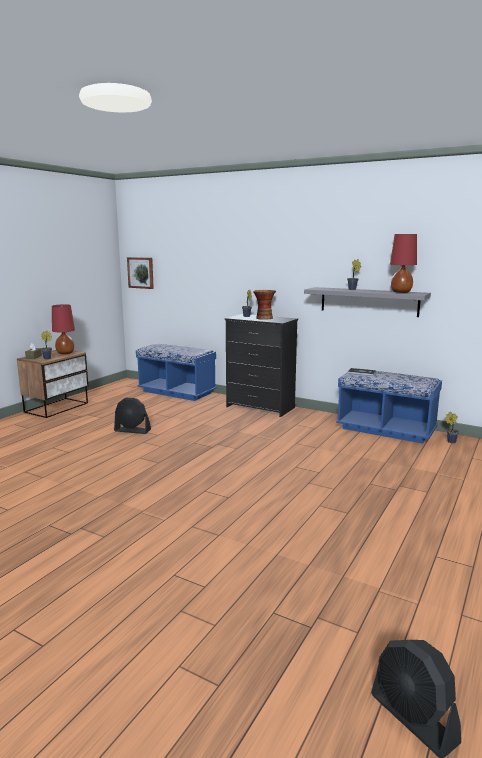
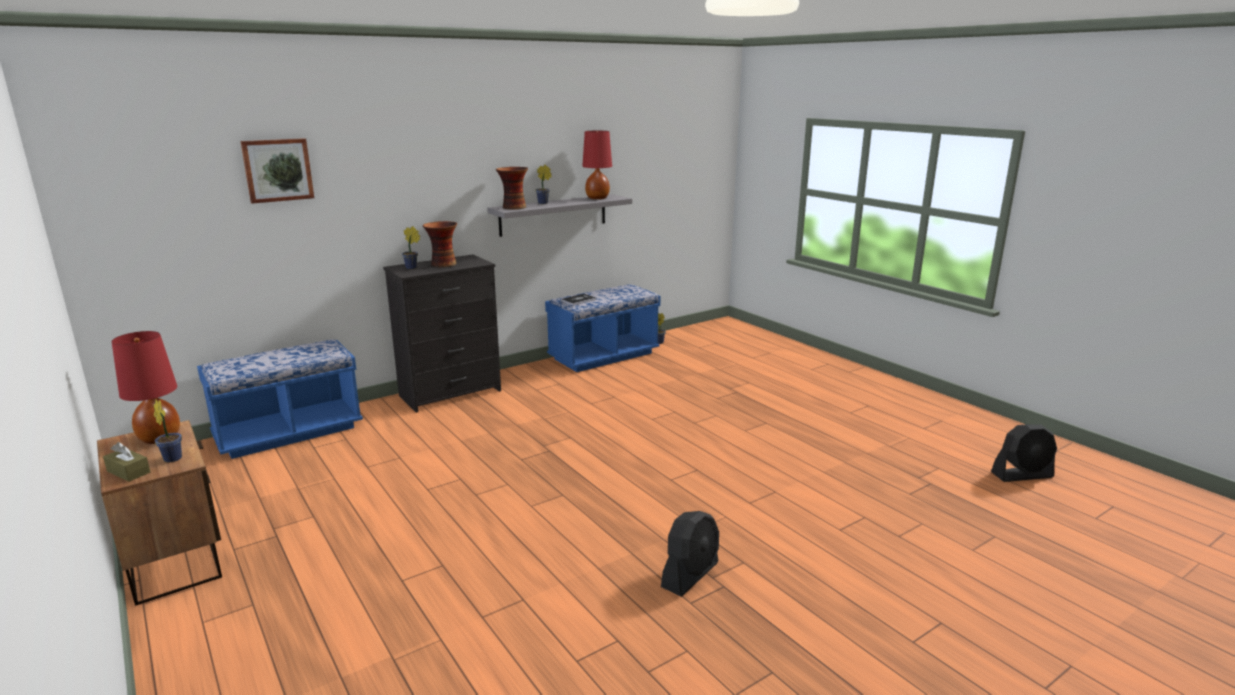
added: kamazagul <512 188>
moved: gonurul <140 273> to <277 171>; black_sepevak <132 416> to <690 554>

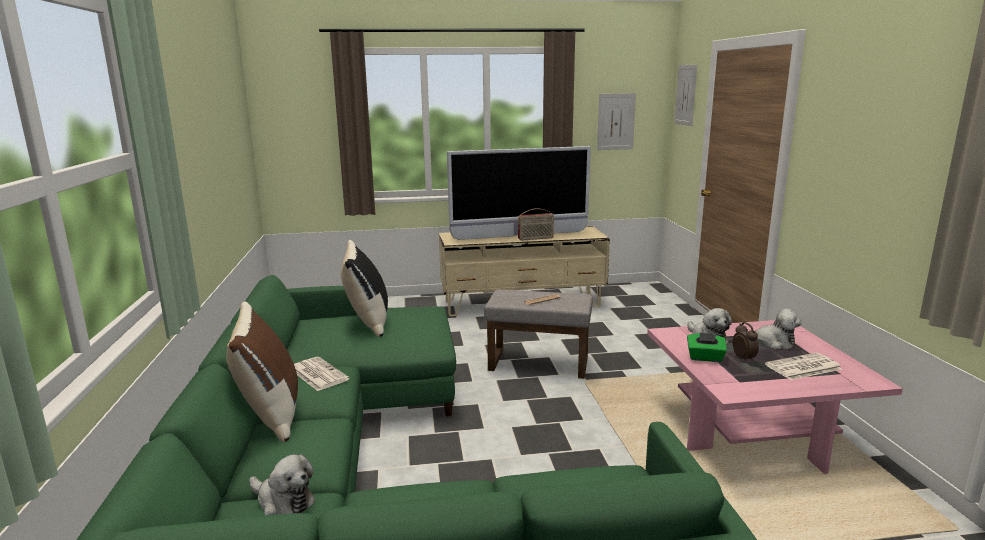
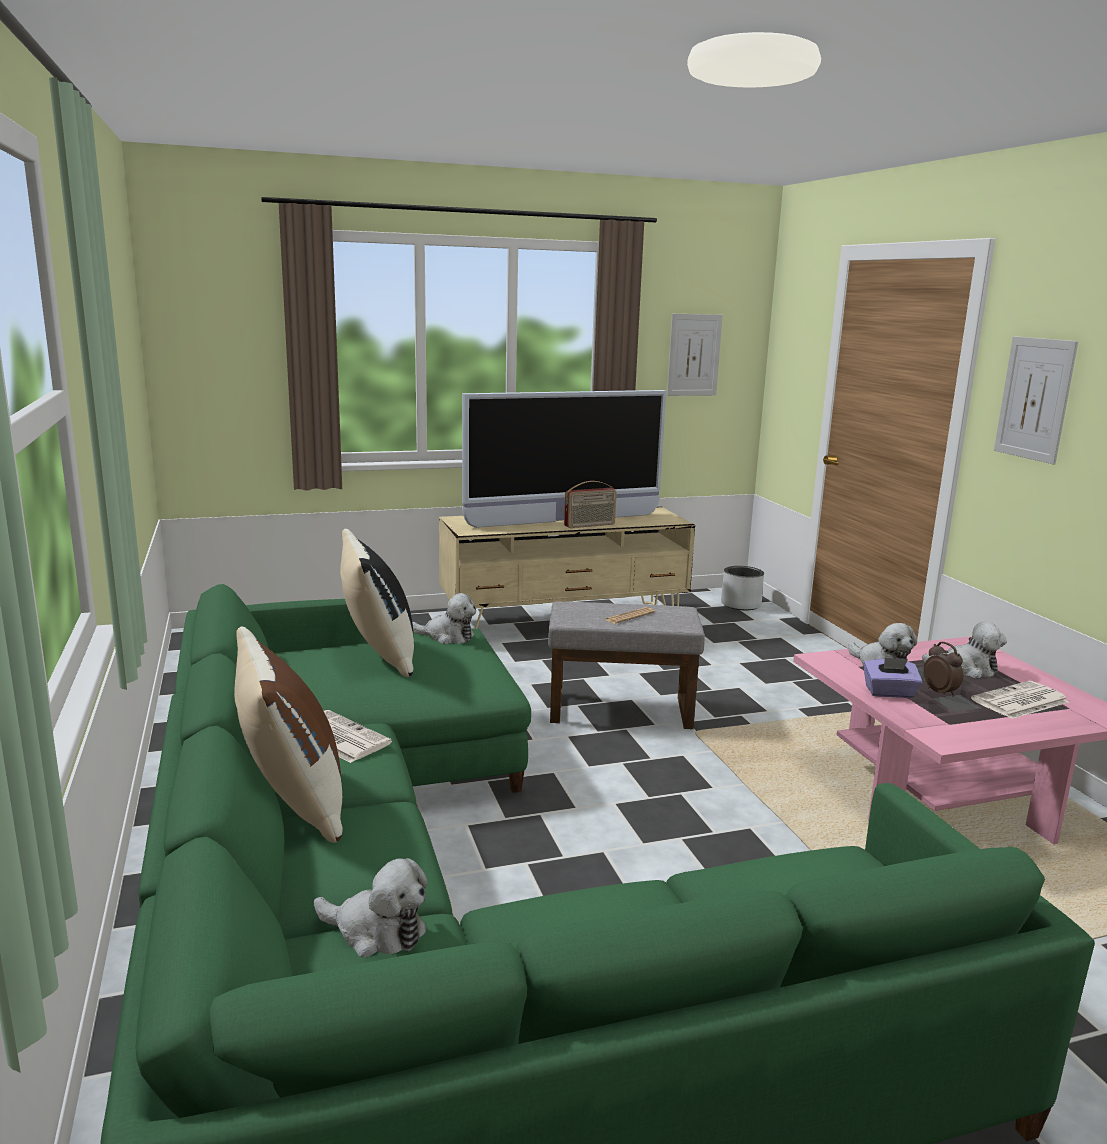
added: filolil <444 618>; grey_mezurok <742 588>
moved: gonurul <685 95> to <1036 400>
recoloured: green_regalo <707 347> to purple_regalo <892 677>

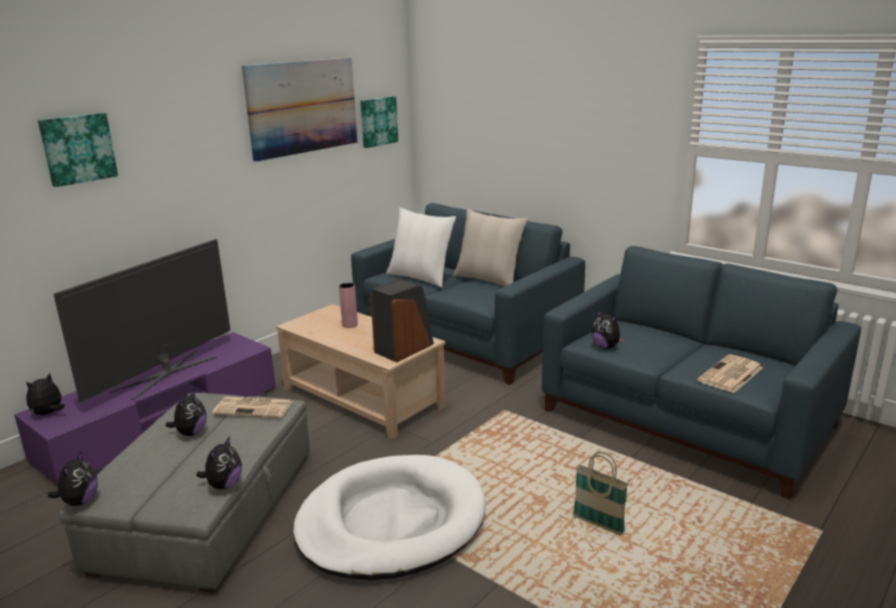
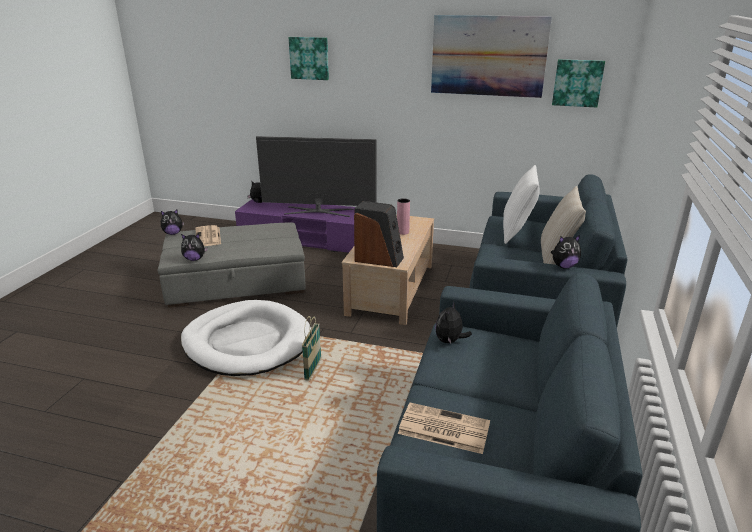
moved: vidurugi <252 407> to <208 235>; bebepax <601 494> to <311 348>; filolil <186 412> to <566 252>

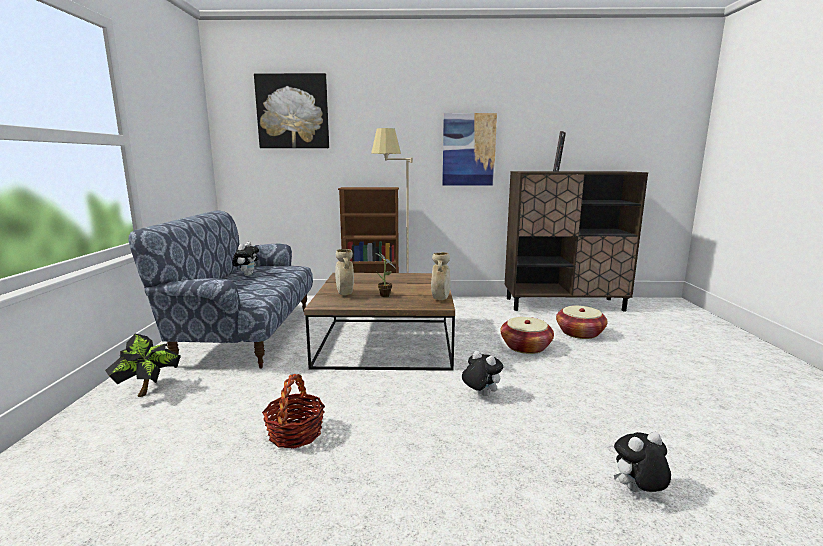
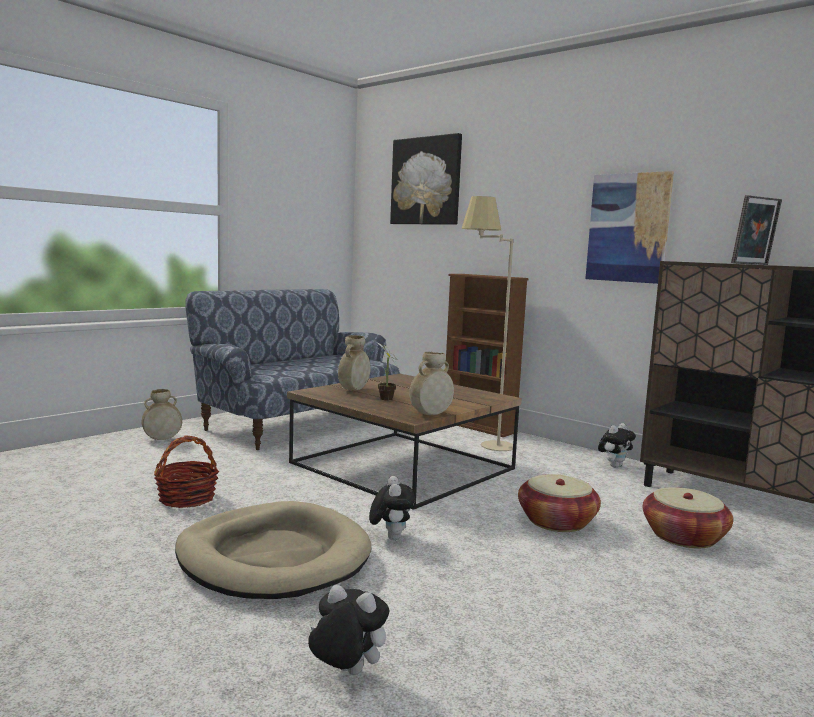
added: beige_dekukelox <273 550>
moved: filolil <245 259> to <617 445>
replaced: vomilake <143 365> to beige_kamazagul <161 414>

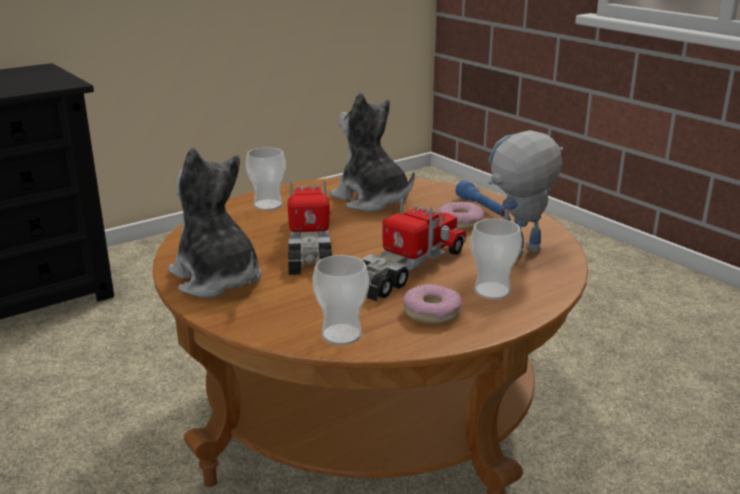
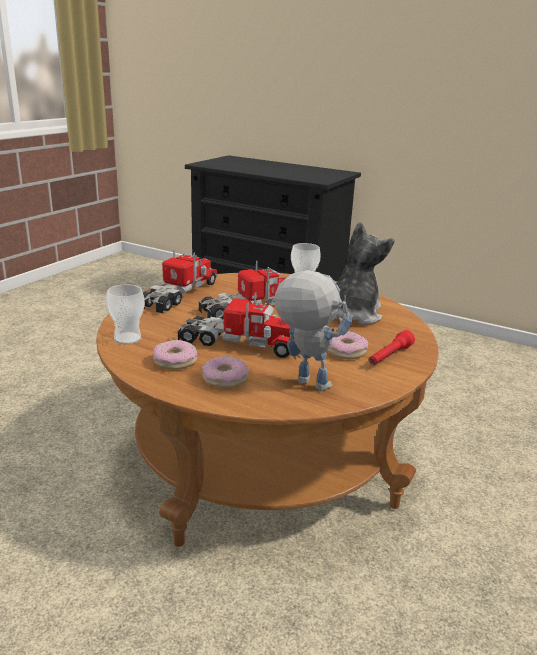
replaced: filolil <214 223> to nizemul <180 280>; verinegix <496 259> to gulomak <225 372>
recoloured: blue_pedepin <480 198> to red_pedepin <392 347>

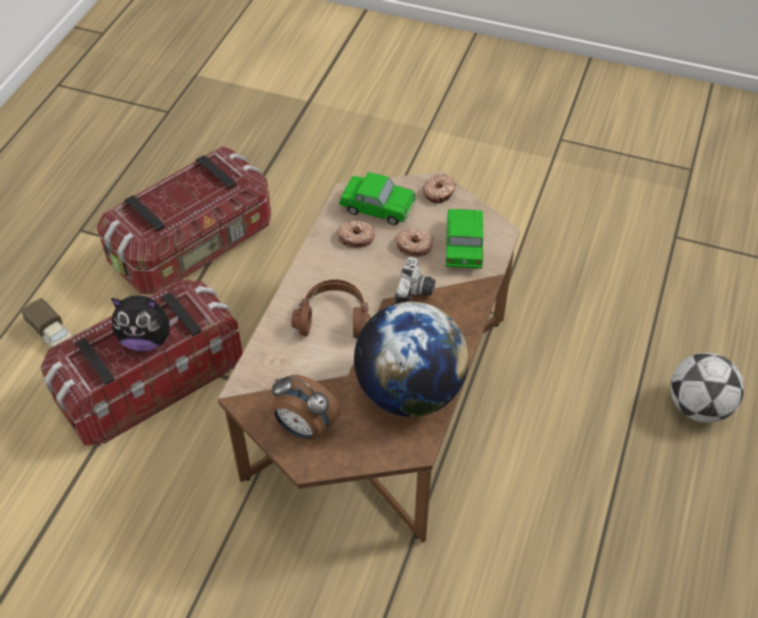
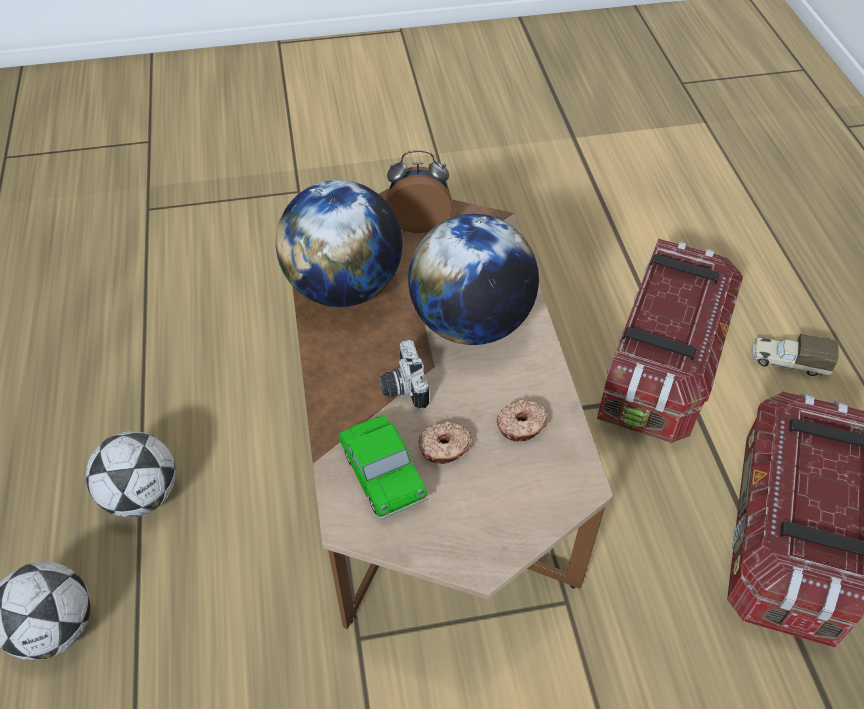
removed: filolil <144 324>; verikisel <377 198>; gulomak <439 188>
added: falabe <131 474>
replaced: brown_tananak <331 308> to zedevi <473 279>

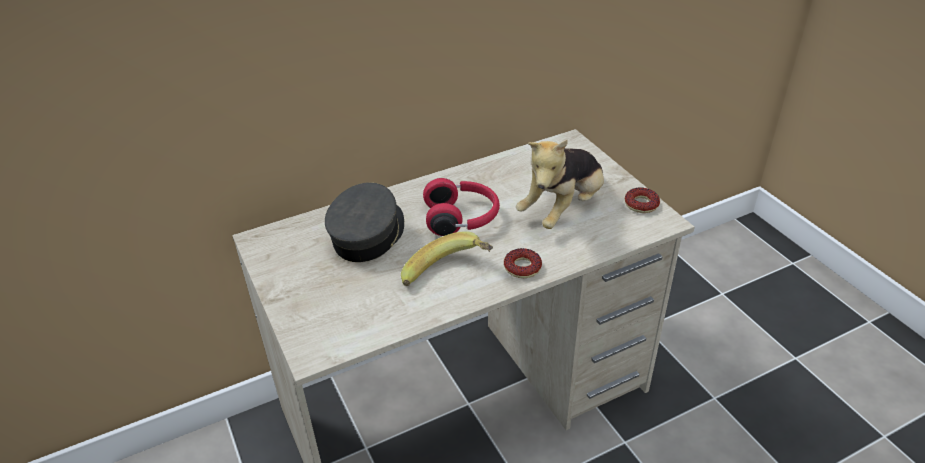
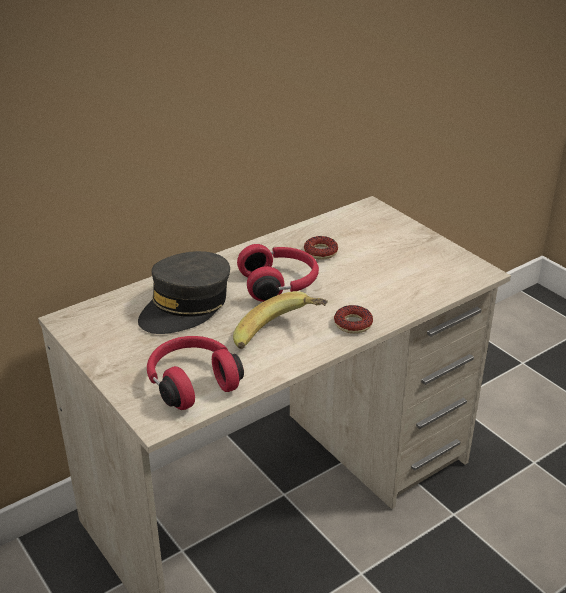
removed: filolil <560 184>
added: red_tananak <195 373>
moved: gulomak <642 200> to <321 248>
turned: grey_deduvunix <364 222> = <184 292> 150 degrees counterclockwise

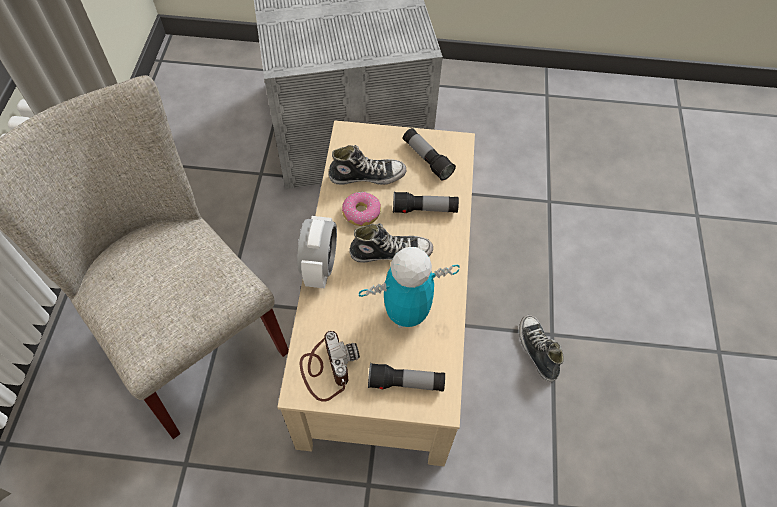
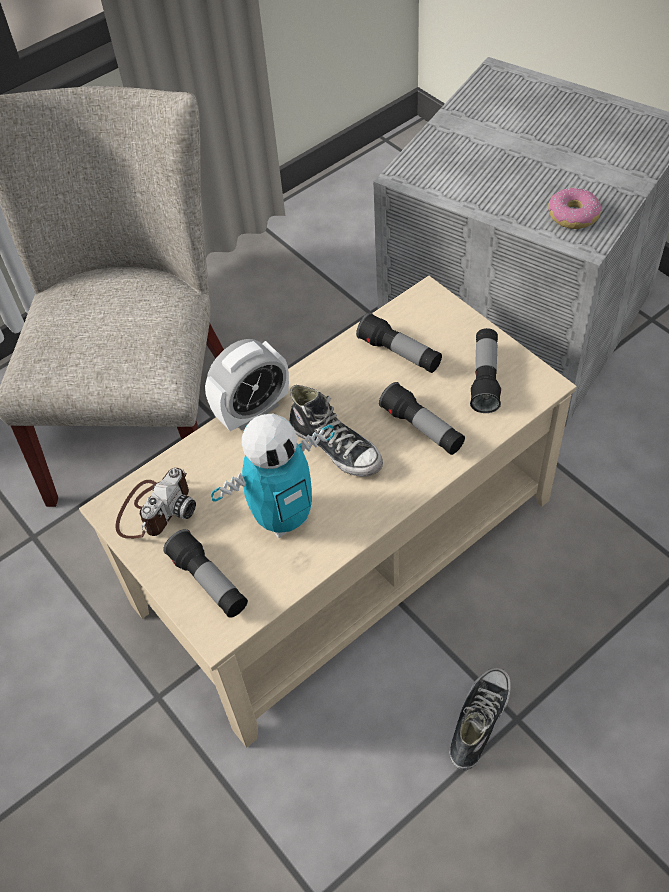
moved: gulomak <361 209> to <575 208>
replaced: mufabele <367 165> to pedepin <399 343>
turned: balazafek <409 287> = <273 476> 120 degrees clockwise

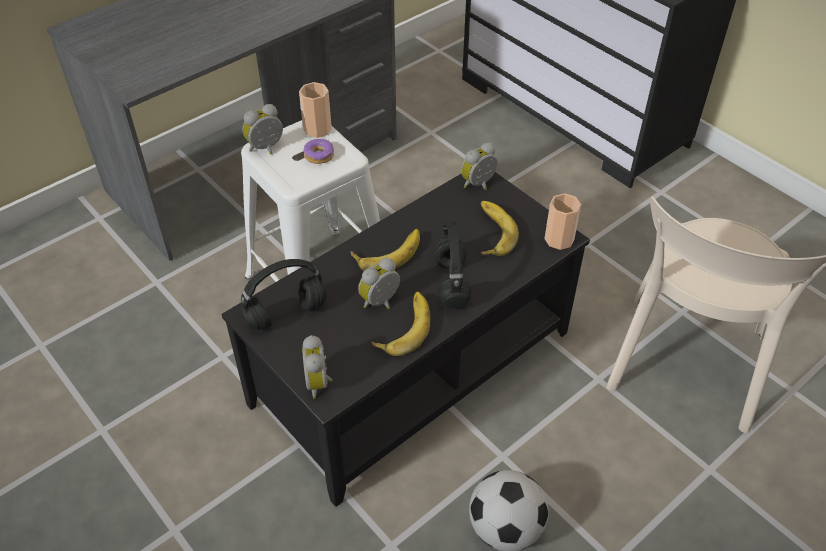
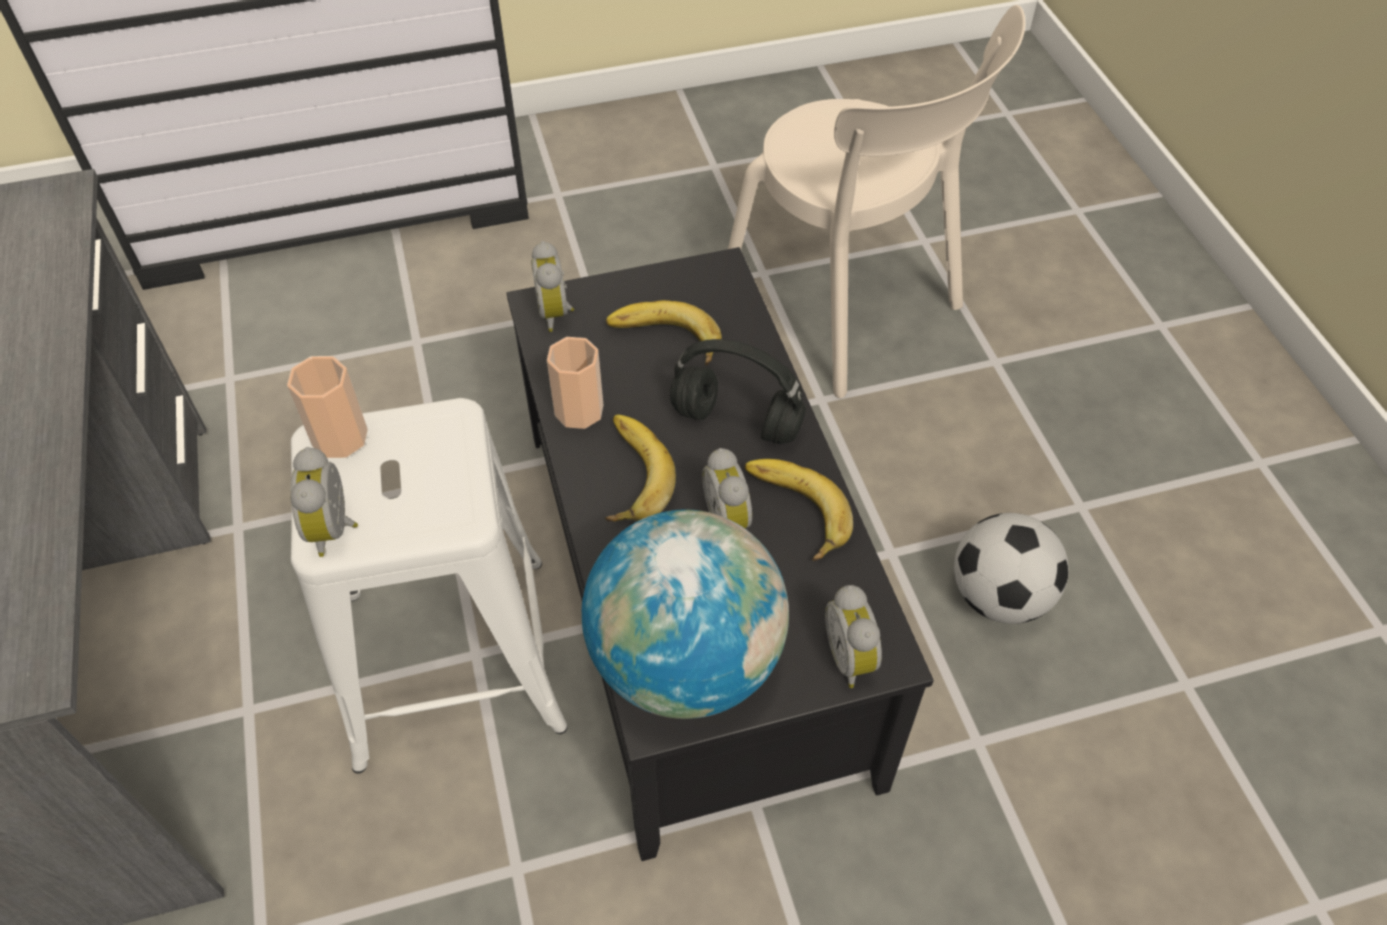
removed: gulomak <319 151>
moved: verinegix <562 221> to <575 383>
replaced: black_tananak <283 294> to zedevi <685 614>
turned: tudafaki <317 367> = <853 636> 60 degrees clockwise

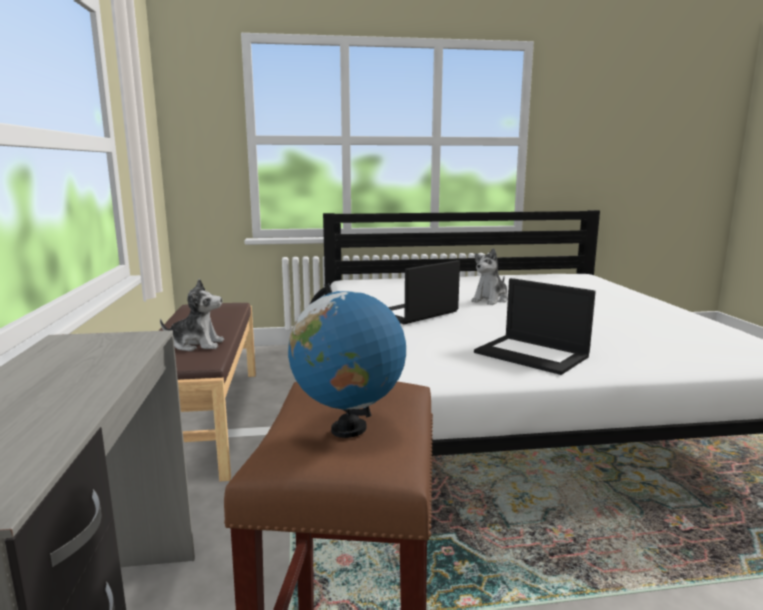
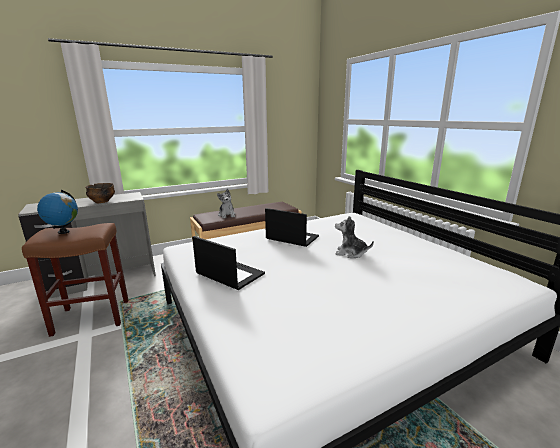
added: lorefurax <100 193>
turned: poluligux <535 326> = <228 263> 105 degrees clockwise

